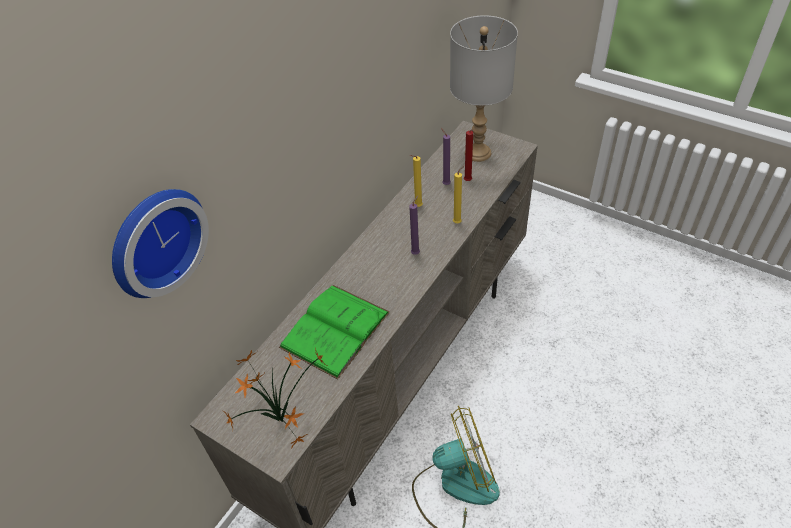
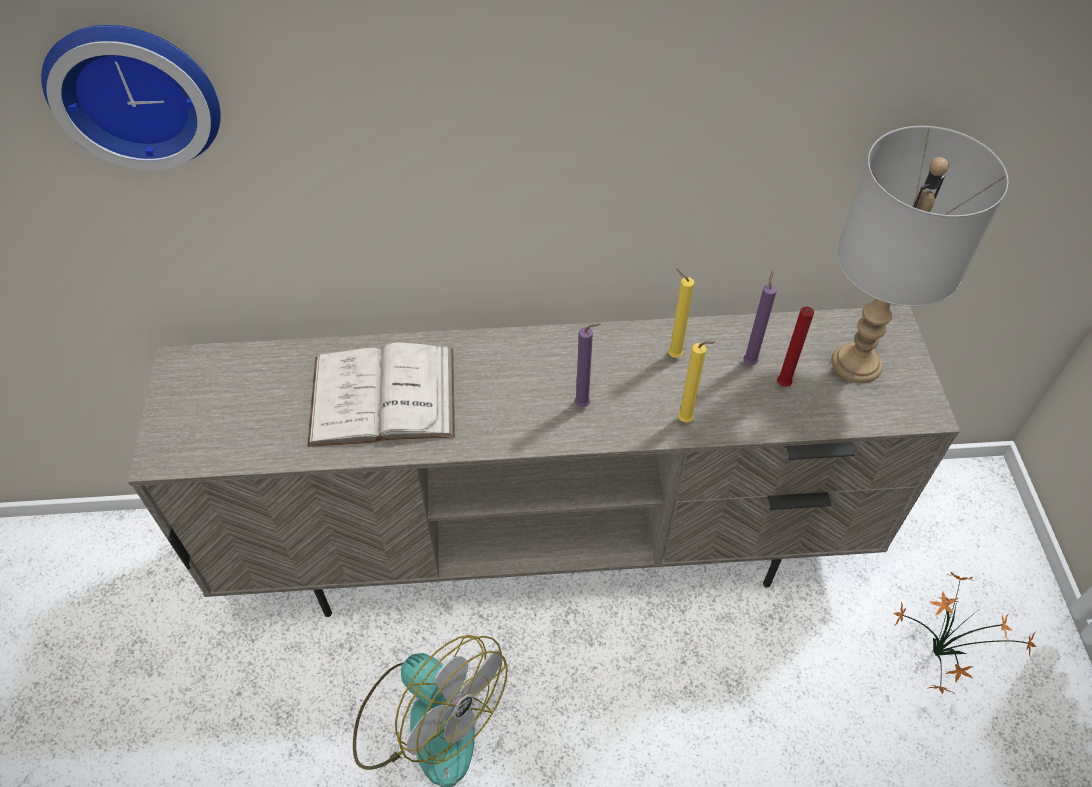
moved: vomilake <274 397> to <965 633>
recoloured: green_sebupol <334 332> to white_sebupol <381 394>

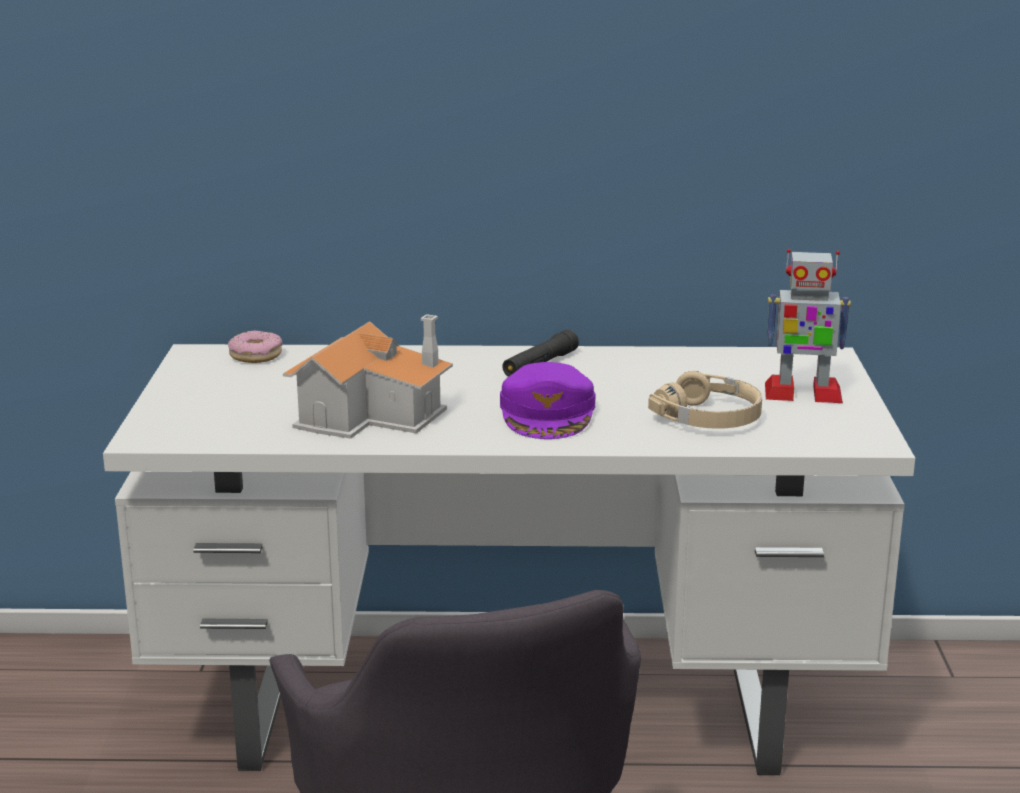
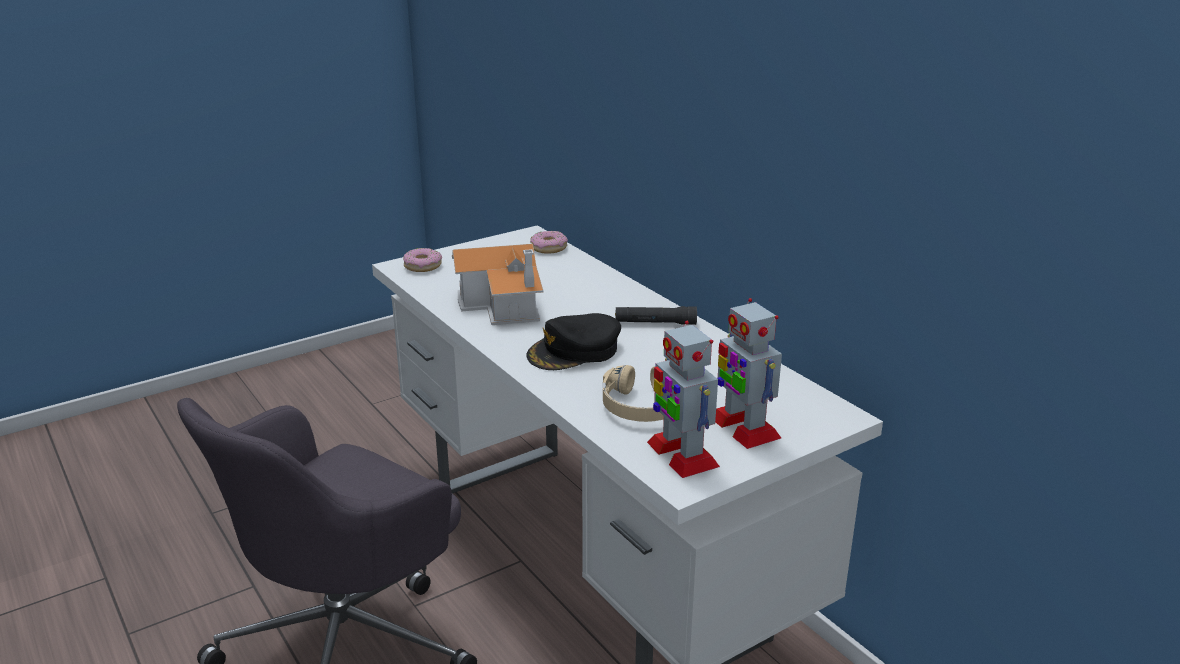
added: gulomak <422 260>; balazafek <683 399>
recoloured: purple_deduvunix <547 400> to black_deduvunix <573 341>

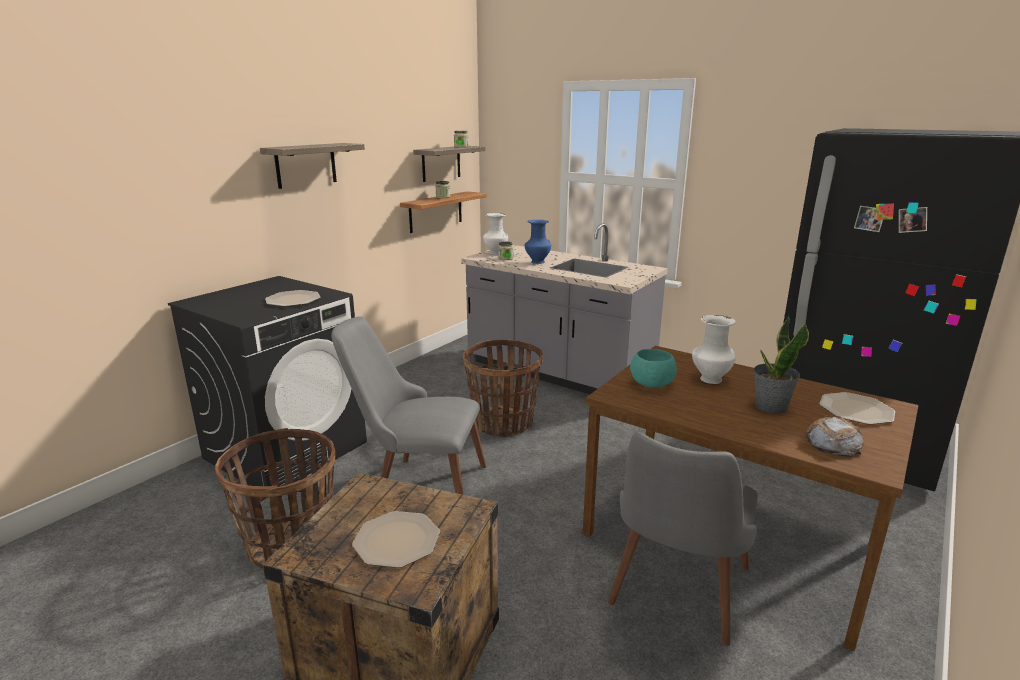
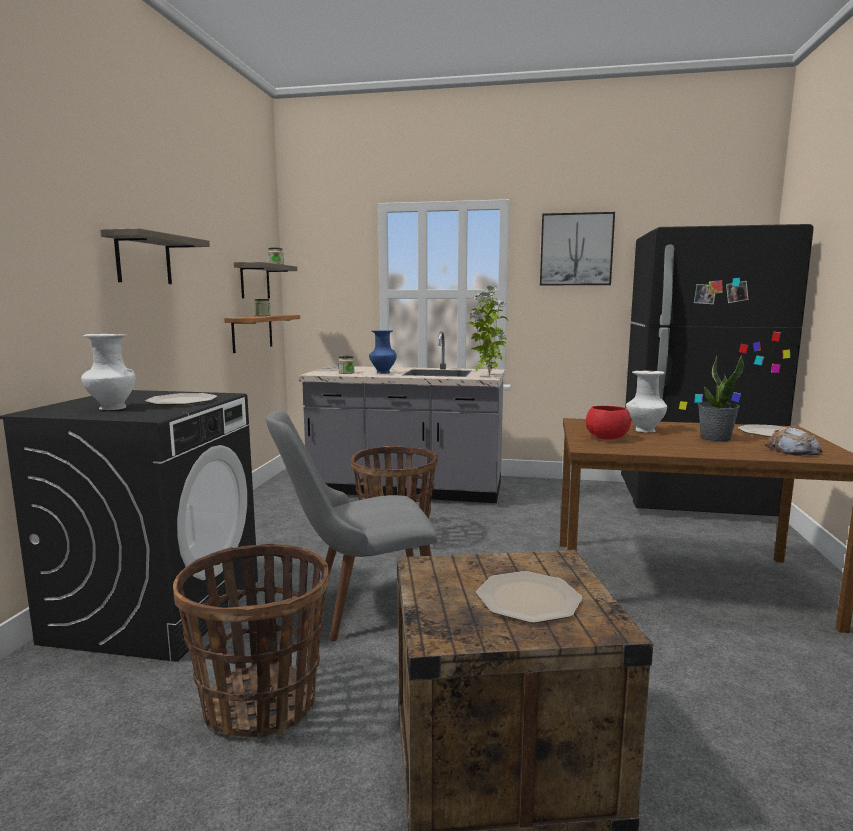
removed: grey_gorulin <683 539>
added: vomilake <487 331>; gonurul <577 248>
moved: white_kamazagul <495 234> to <108 372>
recoloured: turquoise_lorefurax <653 368> to red_lorefurax <608 423>

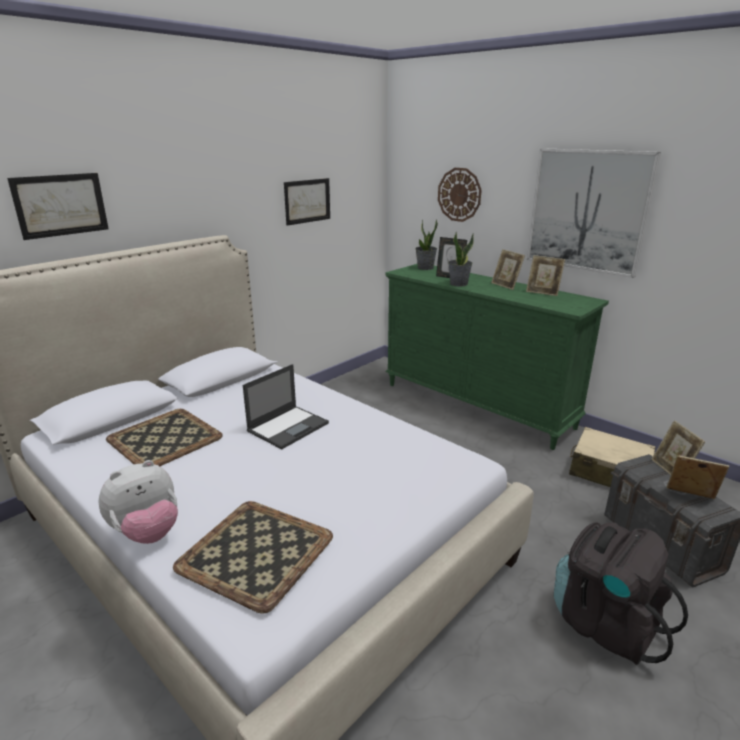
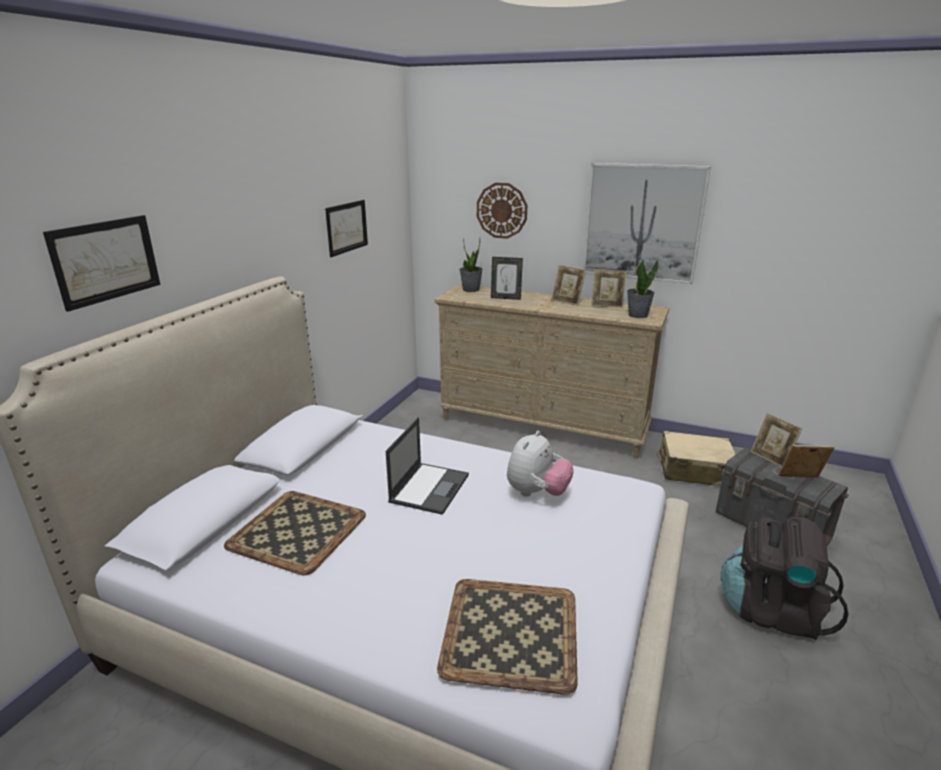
moved: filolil <138 502> to <540 463>; vomilake <461 259> to <643 288>
recoloured: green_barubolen <497 357> to beige_barubolen <552 371>

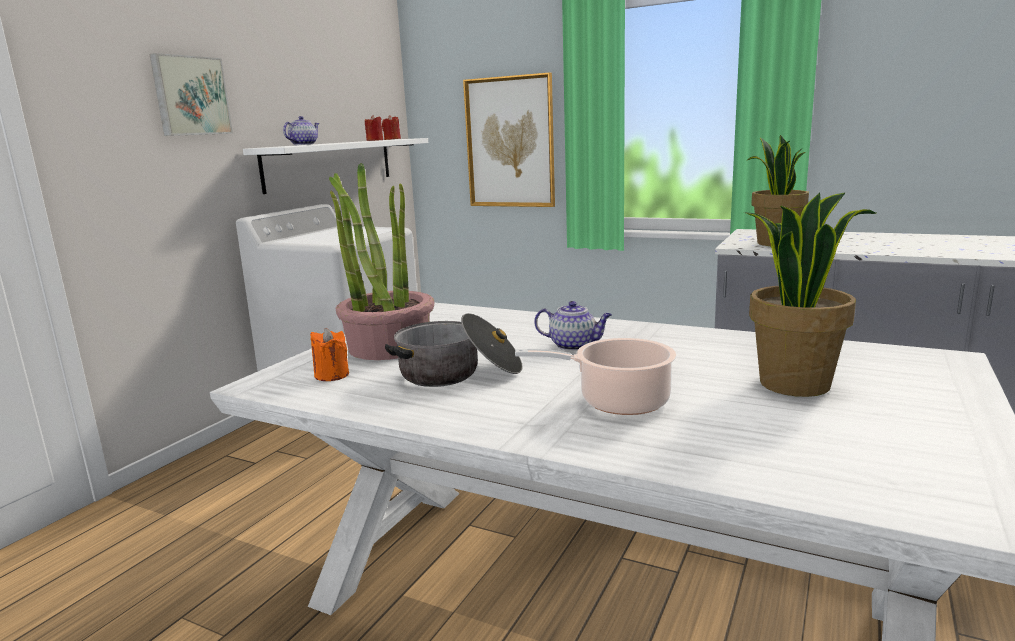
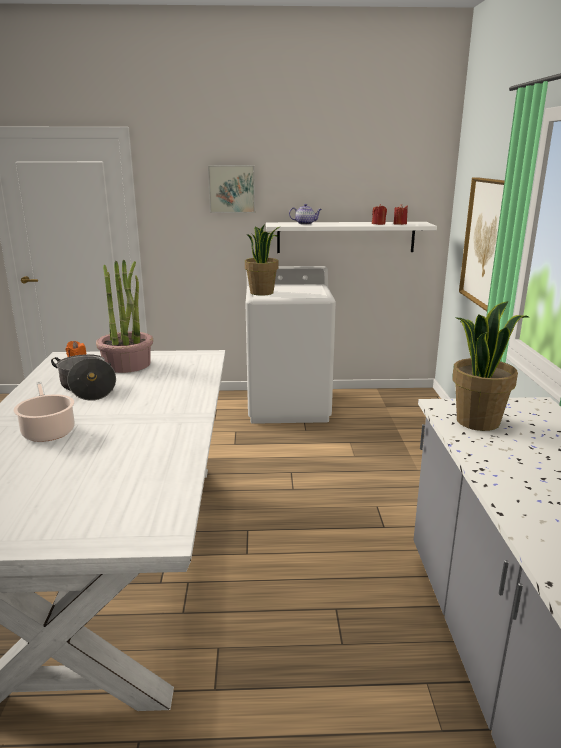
removed: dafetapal <573 326>
moved: vomilake <810 294> to <262 259>

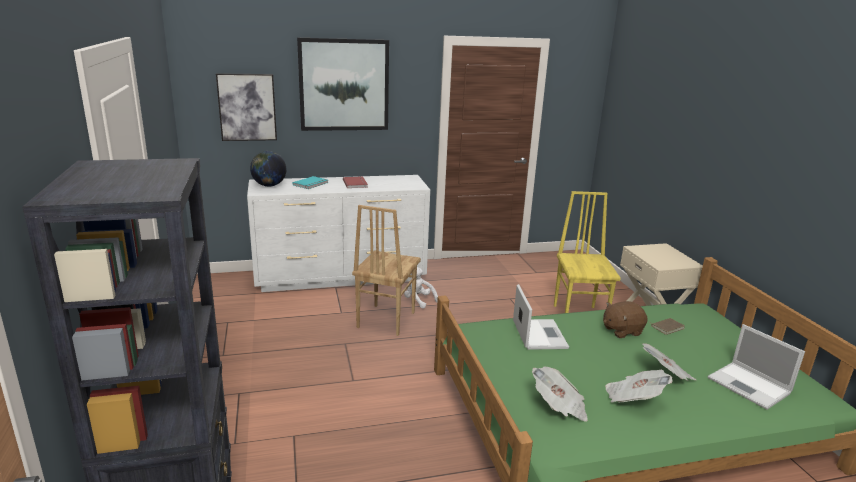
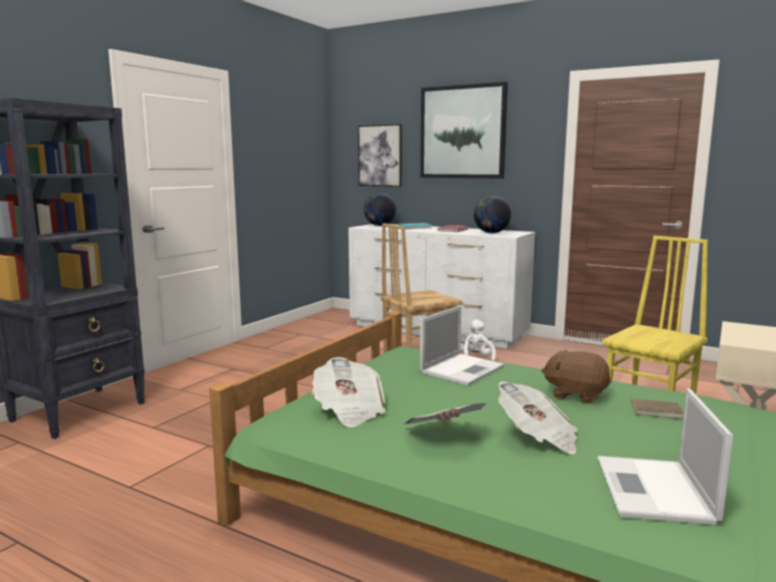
added: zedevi <492 214>

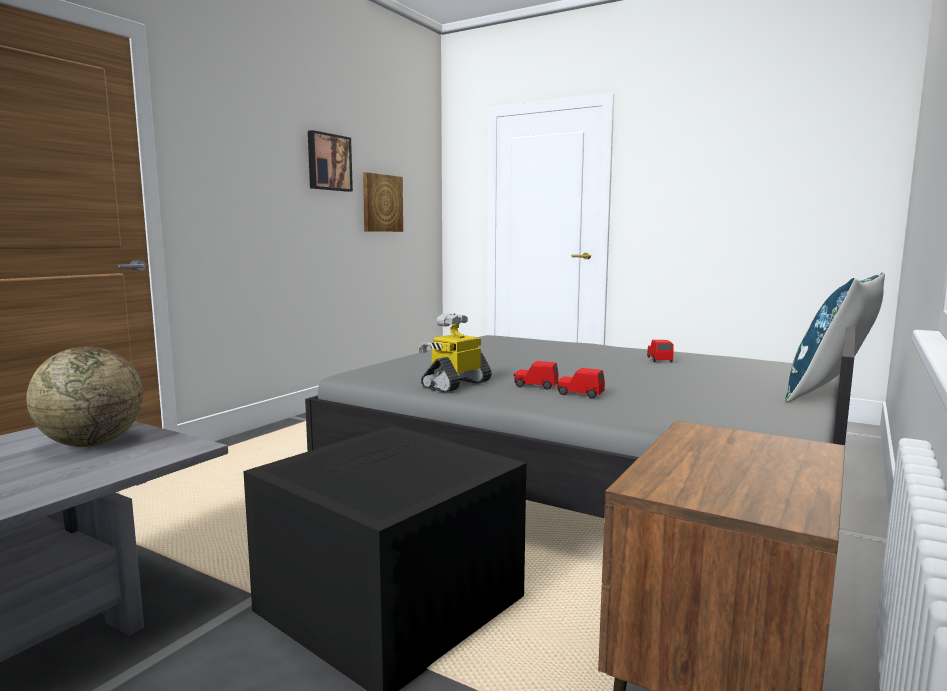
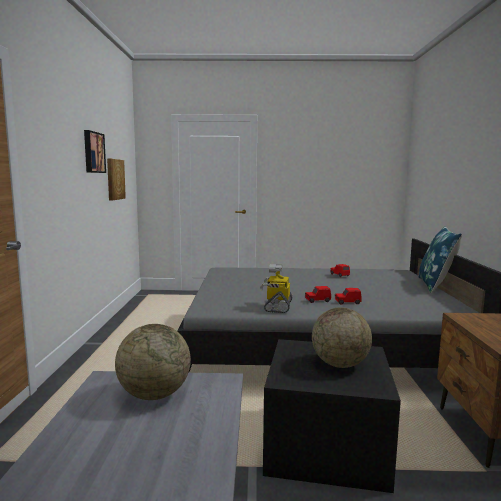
added: zedevi <342 337>

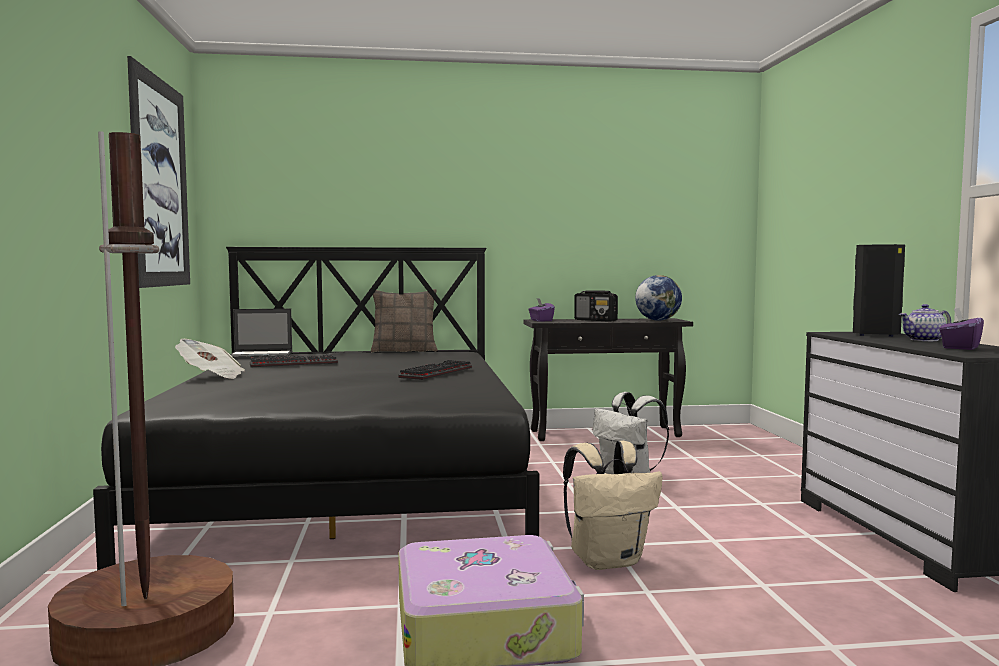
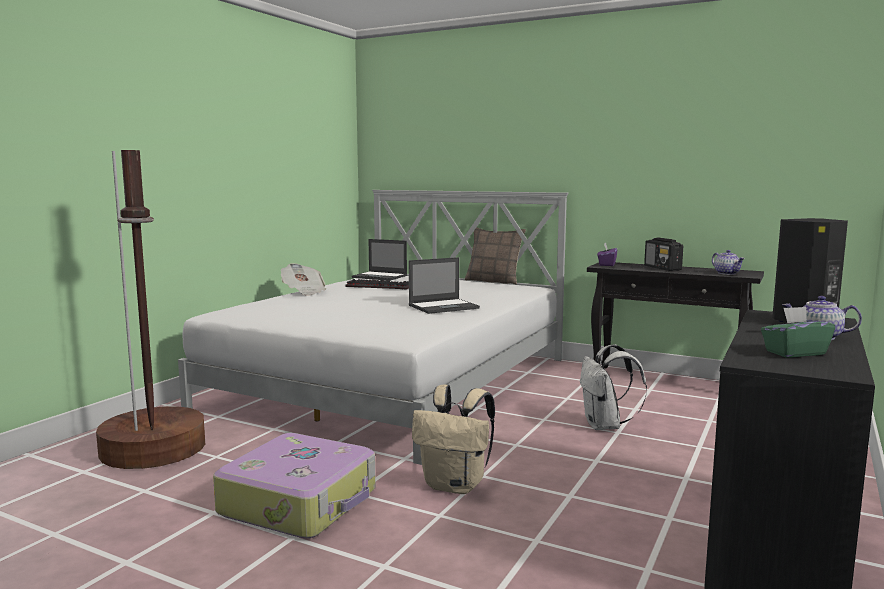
removed: gonurul <158 172>
replaced: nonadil <435 370> to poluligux <444 285>; zedevi <658 298> to dafetapal <728 262>
recoloured: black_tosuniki <316 408> to white_tosuniki <373 327>; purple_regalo <961 329> to green_regalo <798 332>

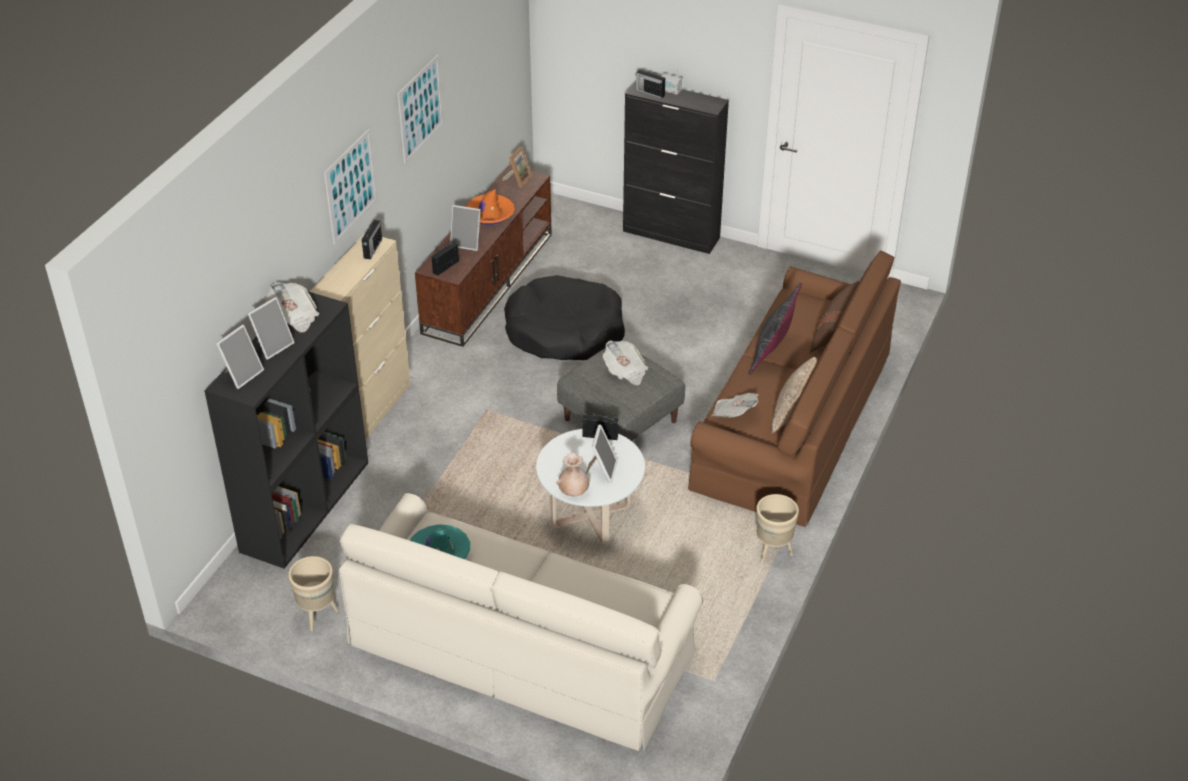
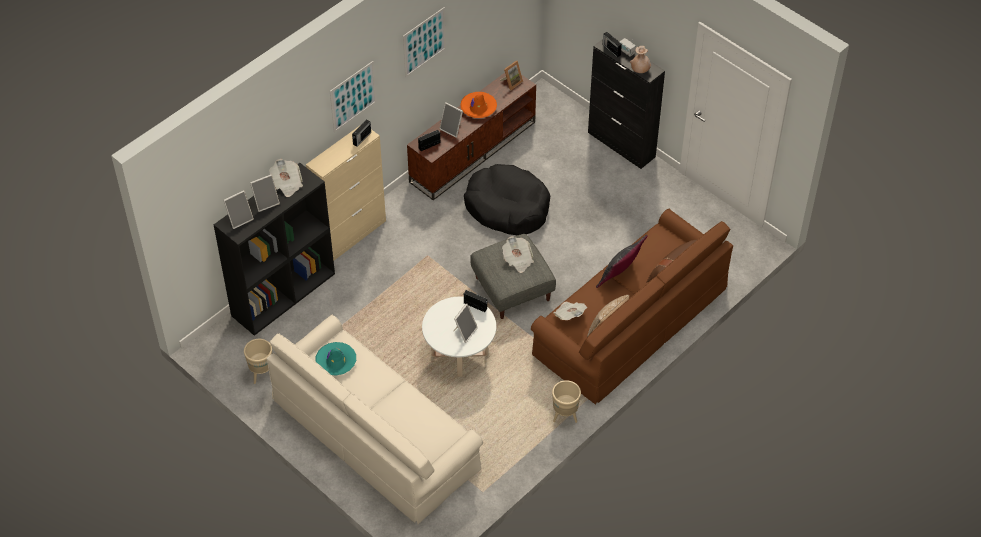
moved: beige_kamazagul <573 474> to <640 59>

